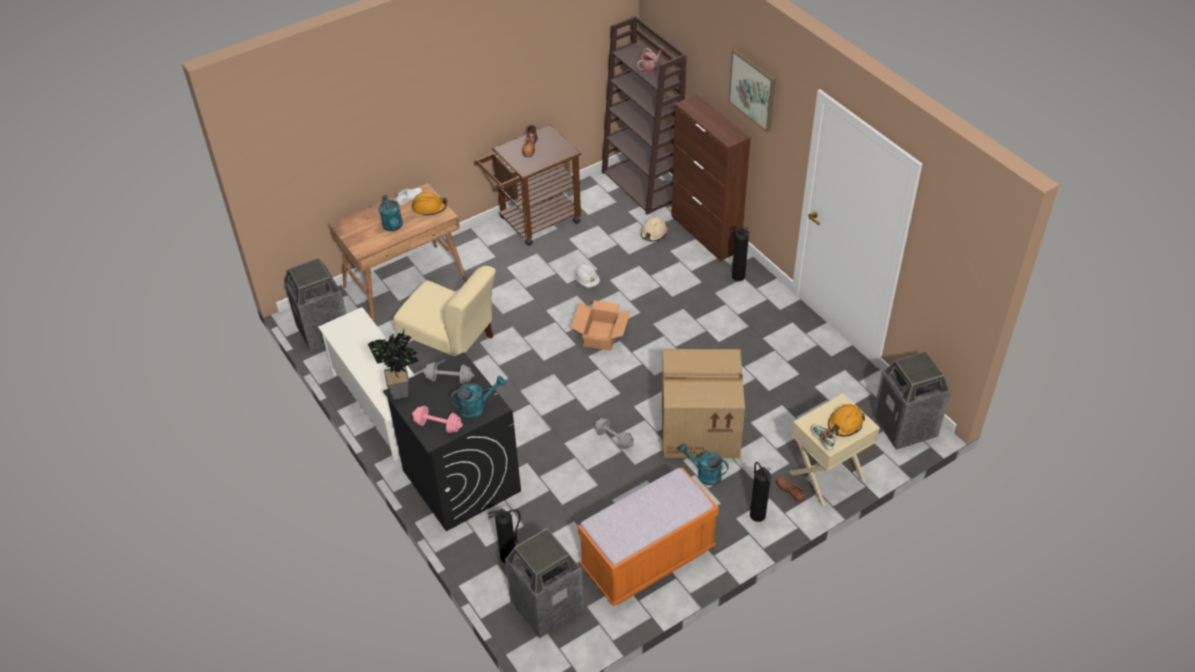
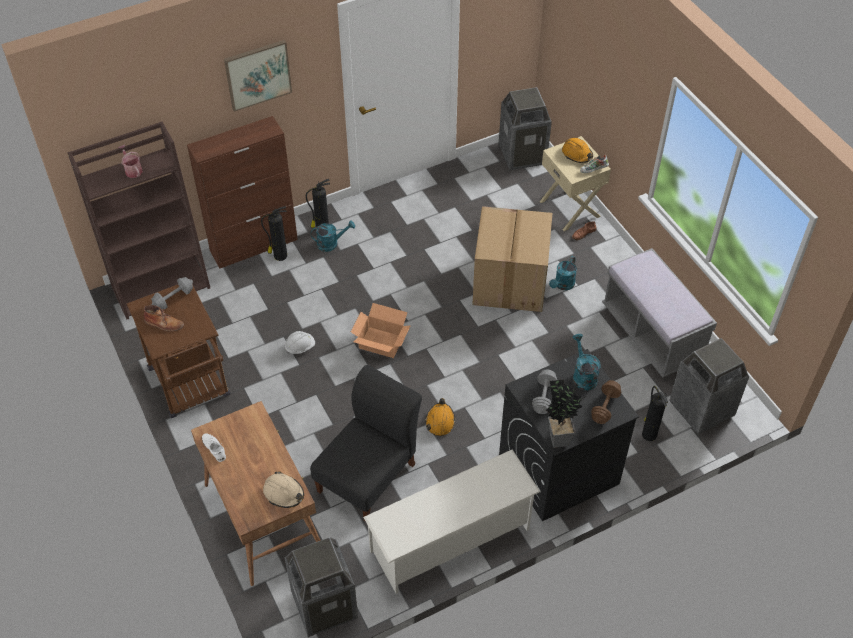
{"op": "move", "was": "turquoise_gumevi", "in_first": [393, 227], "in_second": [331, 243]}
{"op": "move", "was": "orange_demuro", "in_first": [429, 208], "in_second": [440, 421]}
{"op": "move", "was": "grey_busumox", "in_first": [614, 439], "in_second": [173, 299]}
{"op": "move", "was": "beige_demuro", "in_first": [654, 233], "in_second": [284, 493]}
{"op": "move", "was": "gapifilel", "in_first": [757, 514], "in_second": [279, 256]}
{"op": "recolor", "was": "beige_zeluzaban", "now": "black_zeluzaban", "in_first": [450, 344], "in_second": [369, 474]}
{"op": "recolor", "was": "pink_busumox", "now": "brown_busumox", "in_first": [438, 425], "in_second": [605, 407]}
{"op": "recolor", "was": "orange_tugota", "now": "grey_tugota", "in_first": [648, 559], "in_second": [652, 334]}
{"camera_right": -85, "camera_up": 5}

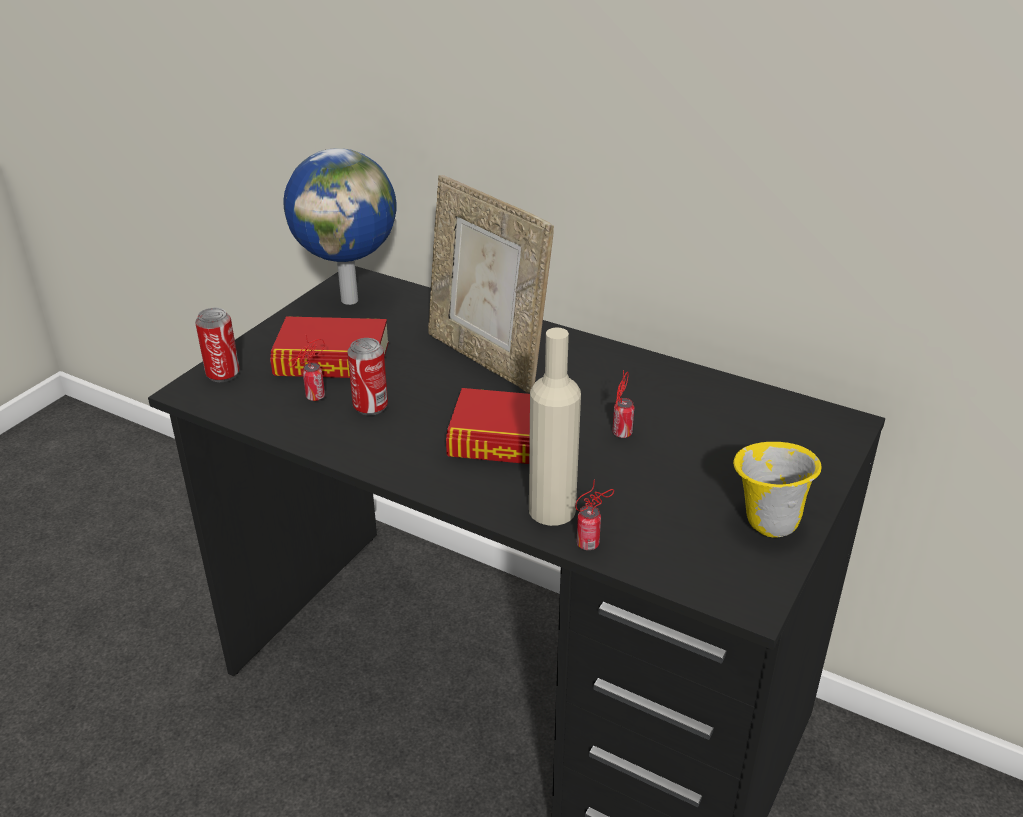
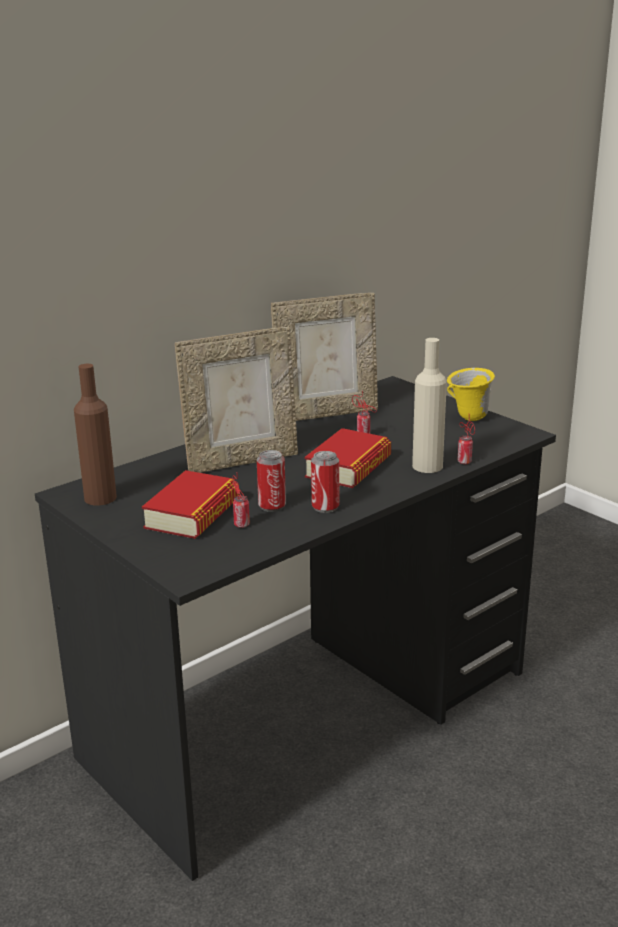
{"op": "insert", "now": "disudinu", "in_second": [326, 413]}
{"op": "move", "was": "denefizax", "in_first": [223, 374], "in_second": [325, 507]}
{"op": "replace", "was": "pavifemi", "now": "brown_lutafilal", "in_first": [350, 299], "in_second": [100, 498]}
{"camera_right": -70, "camera_up": -10}

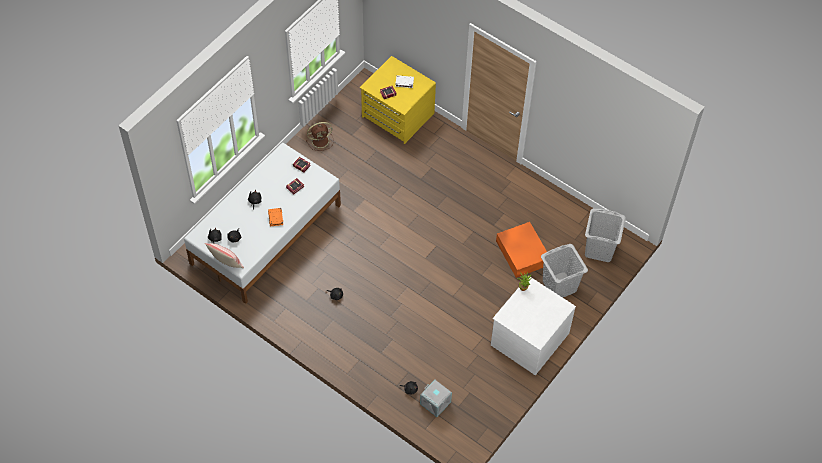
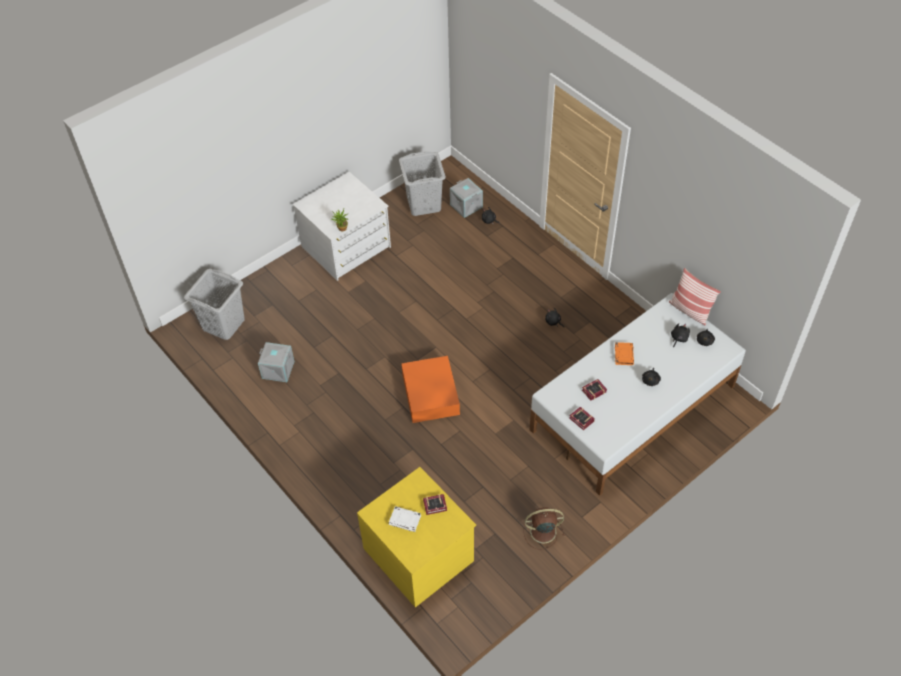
{"op": "insert", "now": "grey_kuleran", "in_second": [277, 370]}
{"op": "move", "was": "orange_kuleran", "in_first": [522, 252], "in_second": [430, 395]}
{"op": "move", "was": "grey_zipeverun", "in_first": [559, 286], "in_second": [424, 204]}
{"camera_right": -165, "camera_up": -5}

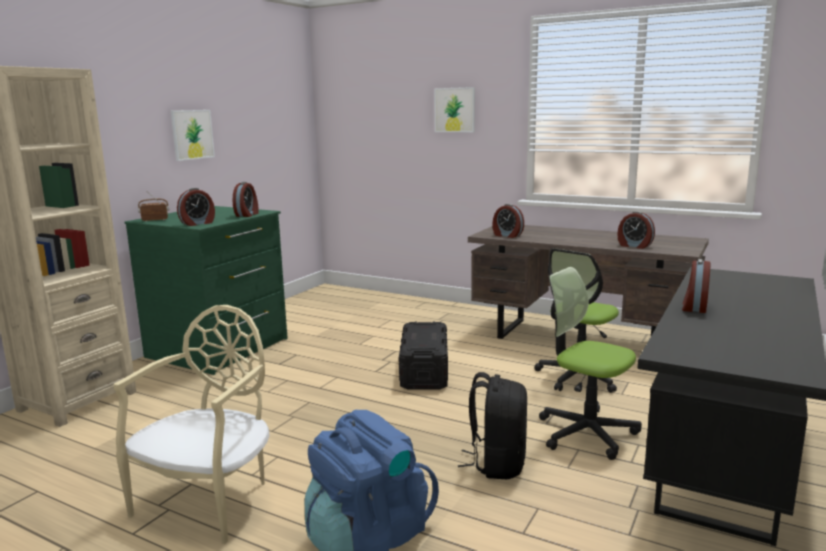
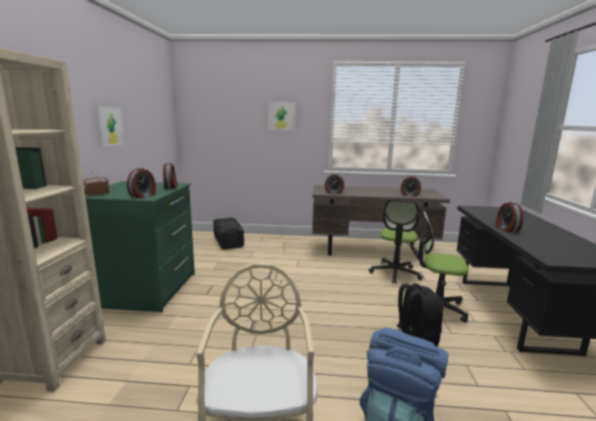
{"op": "move", "was": "black_kuleran", "in_first": [424, 371], "in_second": [228, 241]}
{"camera_right": -25, "camera_up": 0}

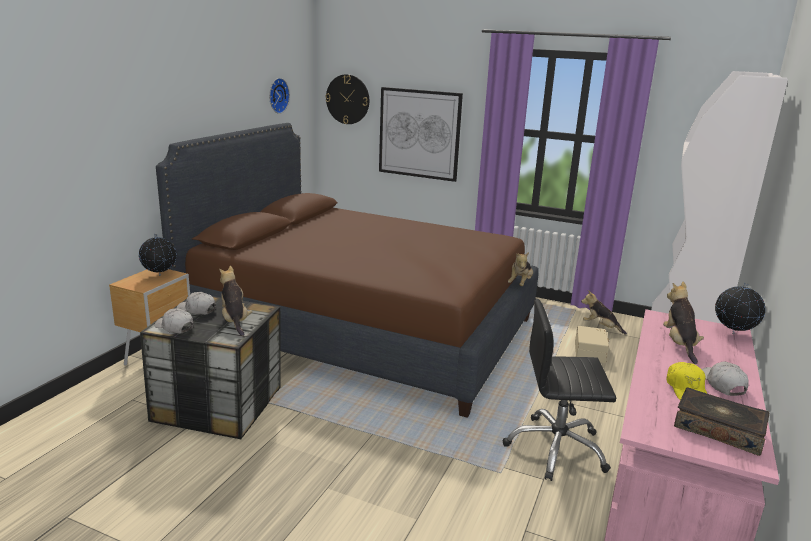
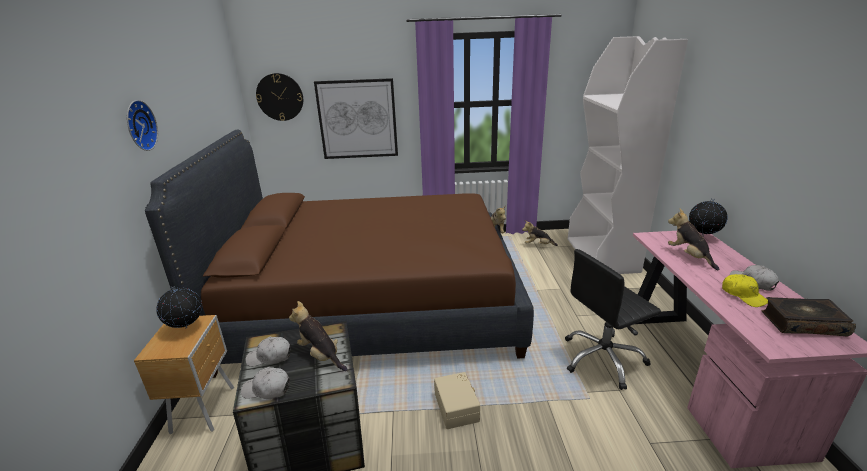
{"op": "move", "was": "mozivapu", "in_first": [277, 95], "in_second": [138, 125]}
{"op": "move", "was": "beige_kuleran", "in_first": [591, 352], "in_second": [457, 407]}
{"camera_right": -25, "camera_up": 5}

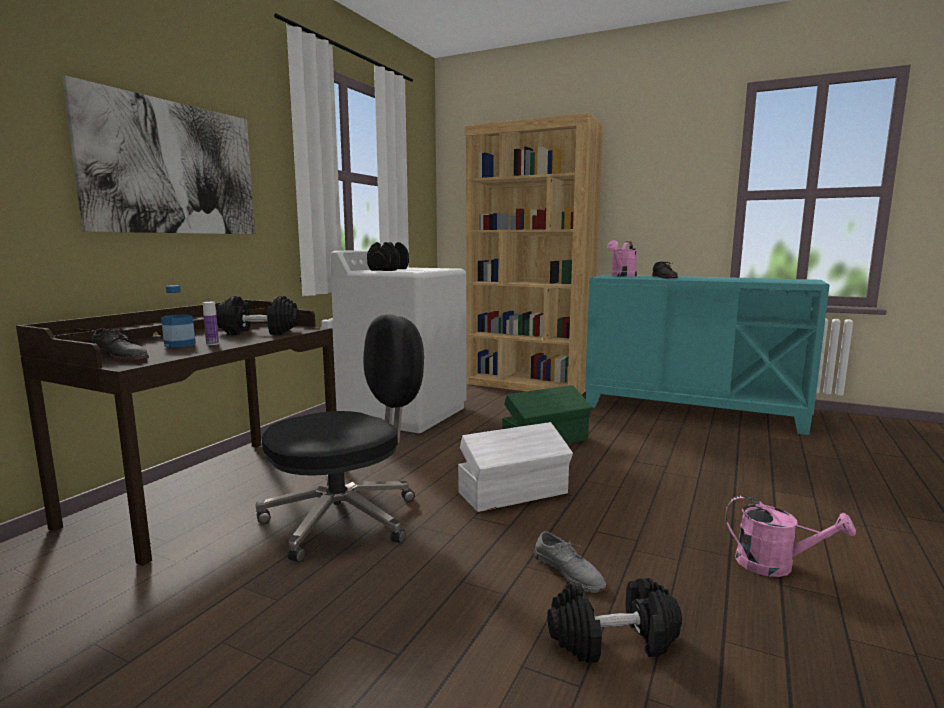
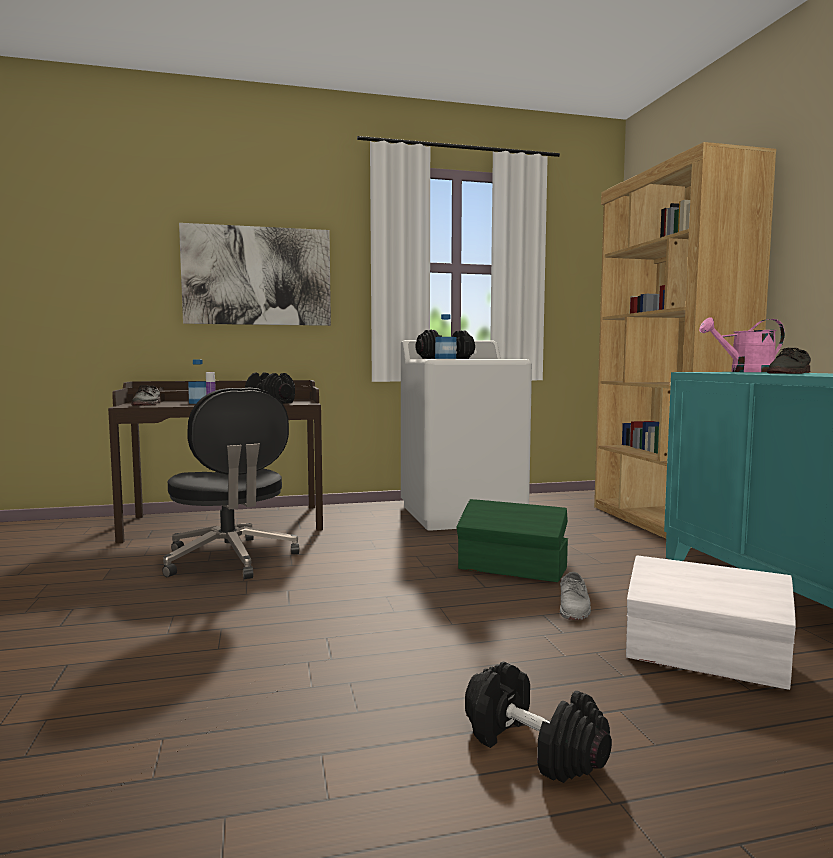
{"op": "delete", "was": "pink_gumevi", "in_first": [775, 565]}
{"op": "insert", "now": "lutafilal", "in_second": [445, 358]}
{"op": "move", "was": "white_kuleran", "in_first": [514, 493], "in_second": [706, 660]}
{"op": "move", "was": "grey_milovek", "in_first": [569, 571], "in_second": [574, 606]}
{"op": "move", "was": "black_busumox", "in_first": [612, 641], "in_second": [532, 747]}
{"op": "rotate", "was": "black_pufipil", "in_first": [345, 518], "in_second": [230, 559], "clockwise": 45}
{"camera_right": 50, "camera_up": -5}

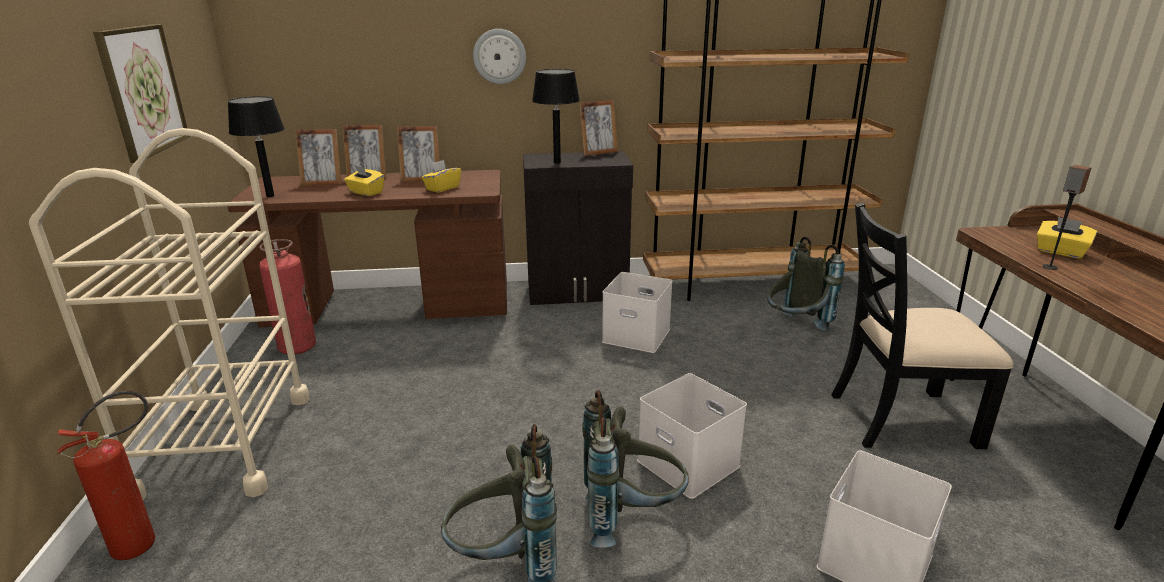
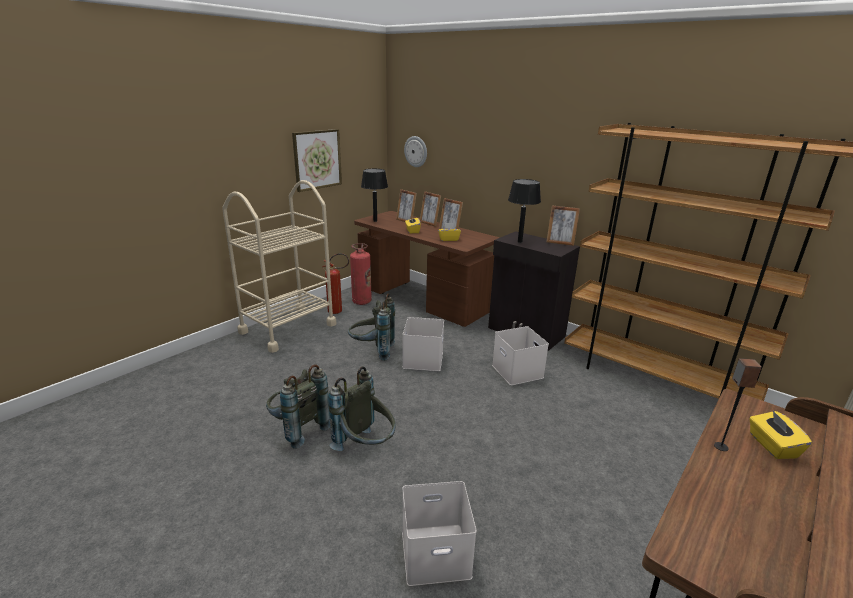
{"op": "delete", "was": "black_zeluzaban", "in_first": [901, 418]}
{"op": "move", "was": "gapifilel", "in_first": [145, 542], "in_second": [338, 311]}
{"op": "move", "was": "mozivapu", "in_first": [499, 56], "in_second": [416, 151]}
{"op": "move", "was": "white_kuleran", "in_first": [690, 463], "in_second": [424, 360]}
{"op": "move", "was": "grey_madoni", "in_first": [795, 328], "in_second": [372, 351]}
{"camera_right": 45, "camera_up": 0}

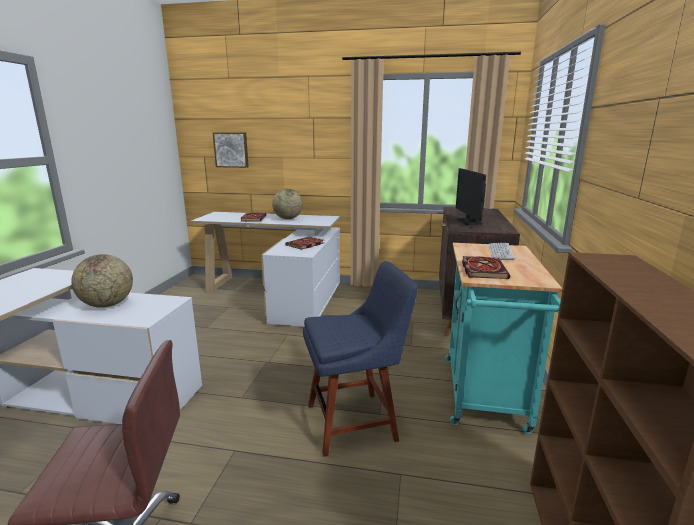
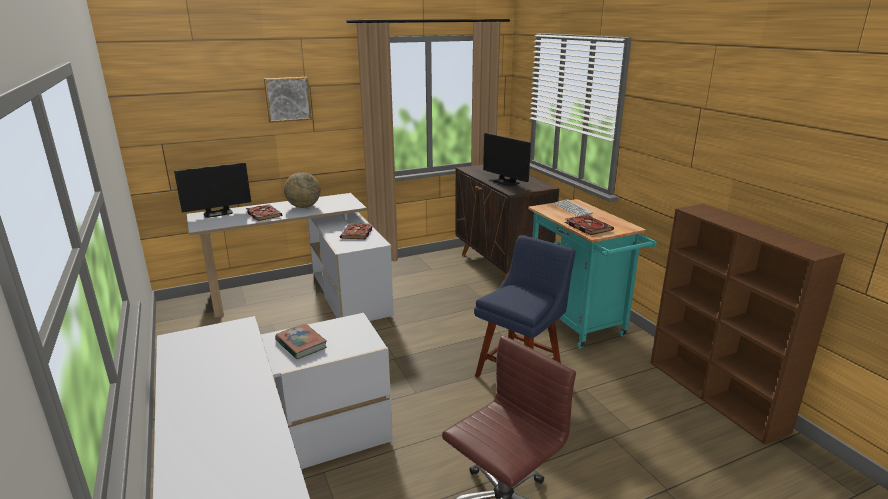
{"op": "insert", "now": "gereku", "in_second": [218, 213]}
{"op": "move", "was": "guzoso", "in_first": [231, 150], "in_second": [287, 99]}
{"op": "replace", "was": "pavifemi", "now": "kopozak", "in_first": [107, 305], "in_second": [301, 344]}
{"camera_right": -35, "camera_up": 5}

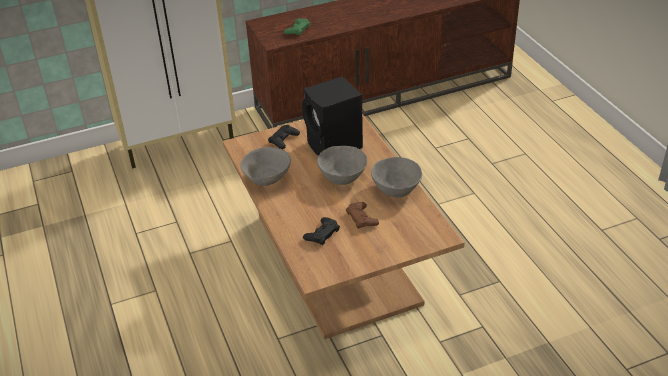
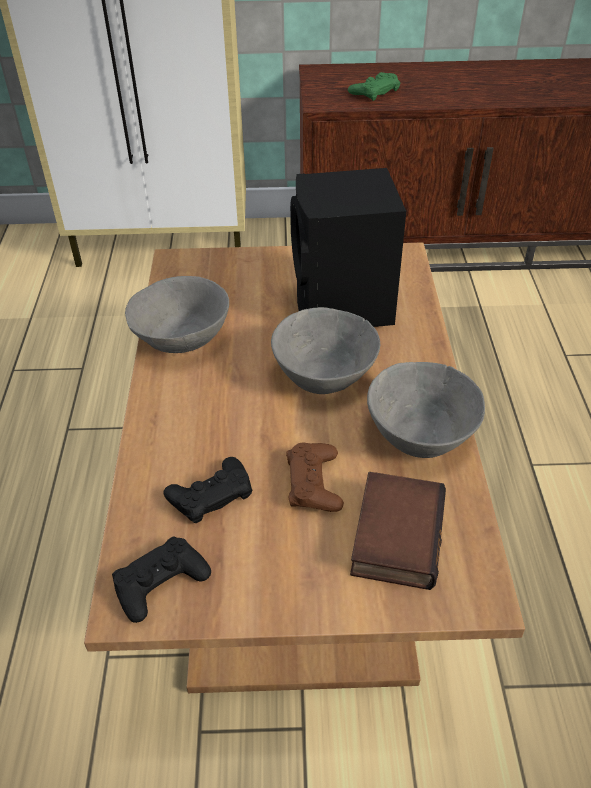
{"op": "insert", "now": "kopozak", "in_second": [394, 534]}
{"op": "move", "was": "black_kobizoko", "in_first": [283, 139], "in_second": [160, 582]}
{"camera_right": 20, "camera_up": 5}

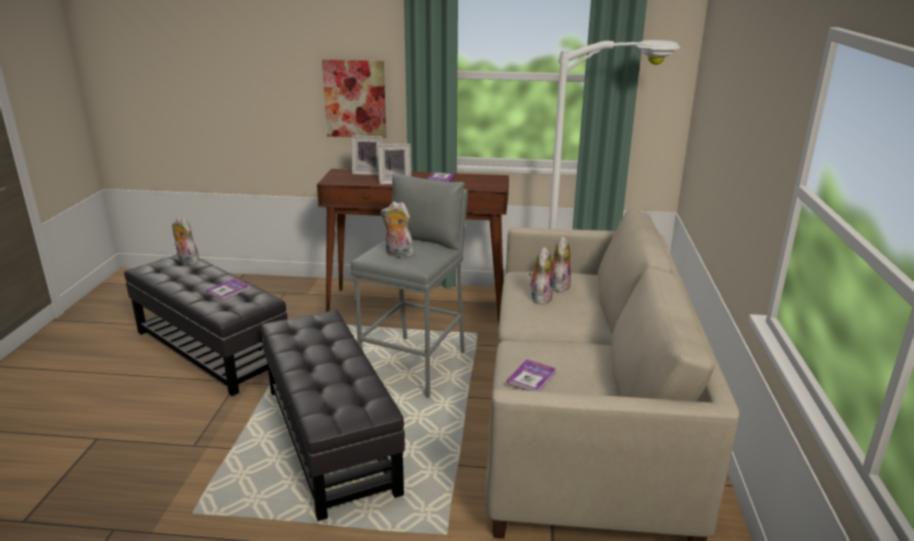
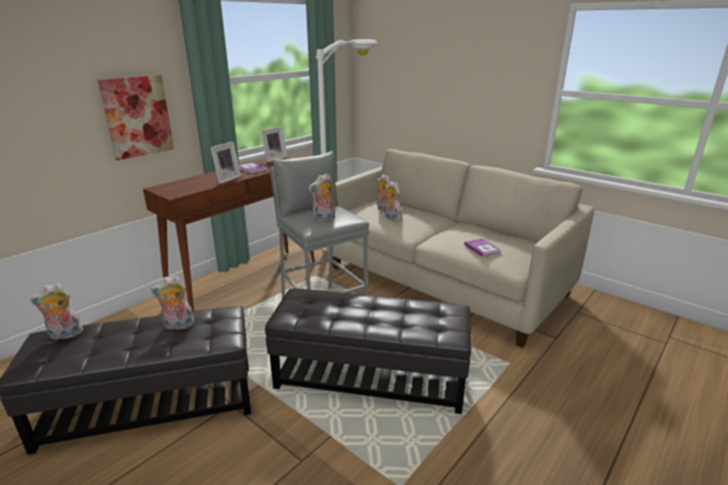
{"op": "move", "was": "disudinu", "in_first": [368, 173], "in_second": [274, 159]}
{"op": "replace", "was": "kopozak", "now": "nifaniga", "in_first": [229, 290], "in_second": [178, 326]}
{"camera_right": -55, "camera_up": 0}

